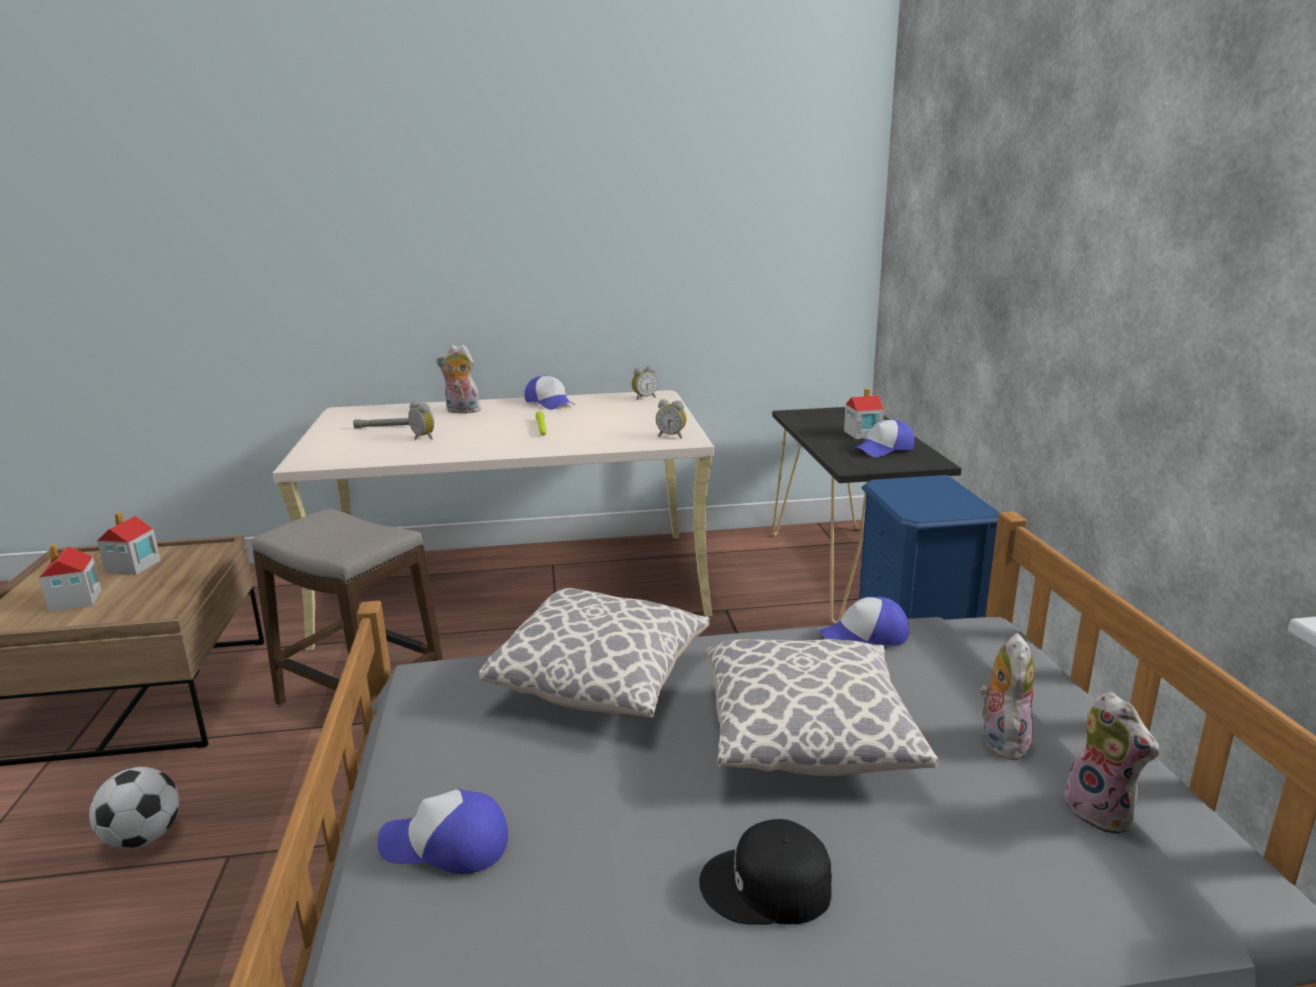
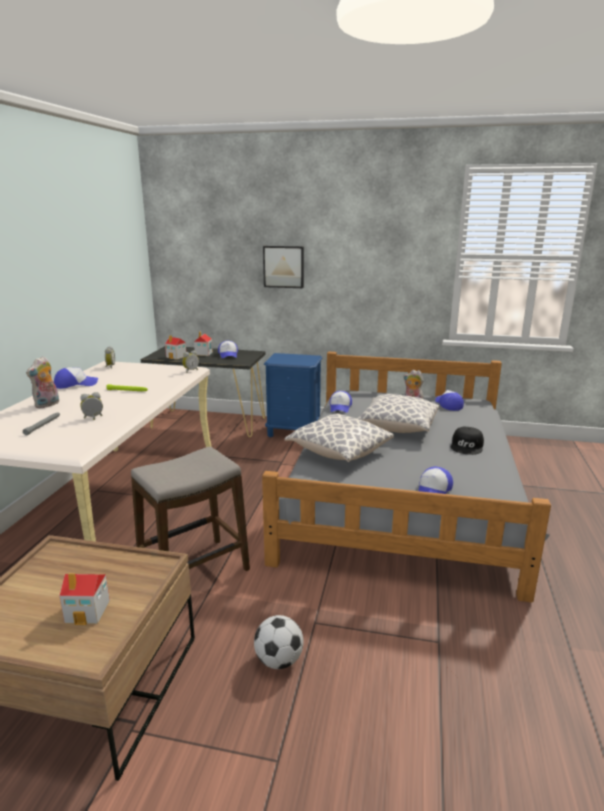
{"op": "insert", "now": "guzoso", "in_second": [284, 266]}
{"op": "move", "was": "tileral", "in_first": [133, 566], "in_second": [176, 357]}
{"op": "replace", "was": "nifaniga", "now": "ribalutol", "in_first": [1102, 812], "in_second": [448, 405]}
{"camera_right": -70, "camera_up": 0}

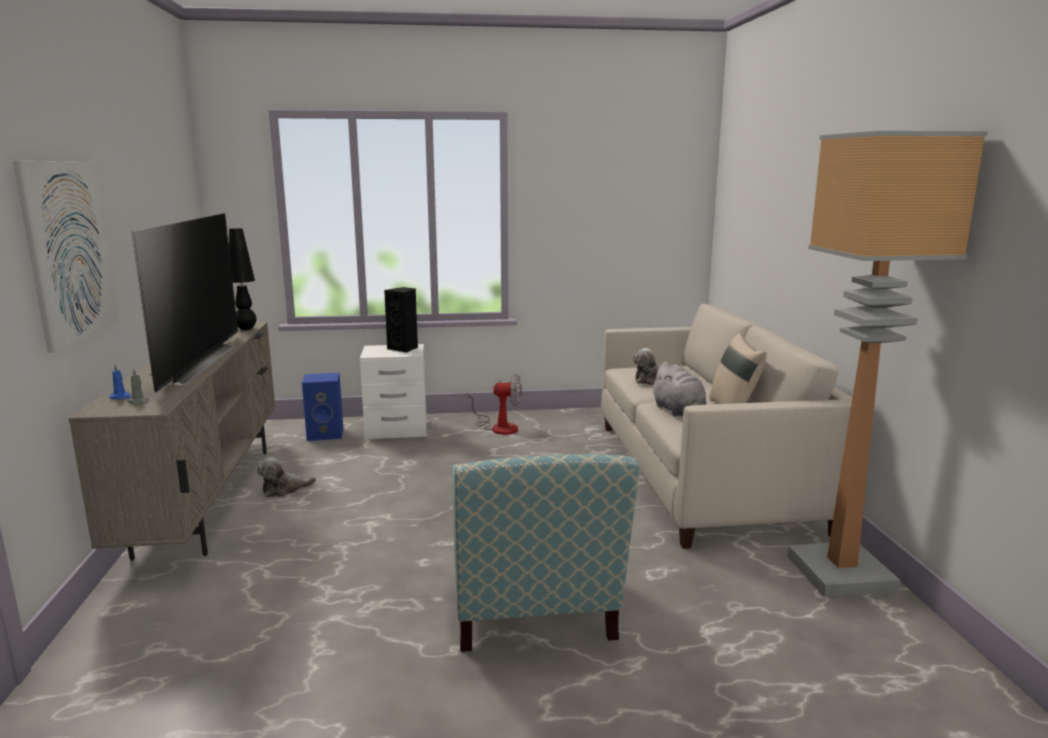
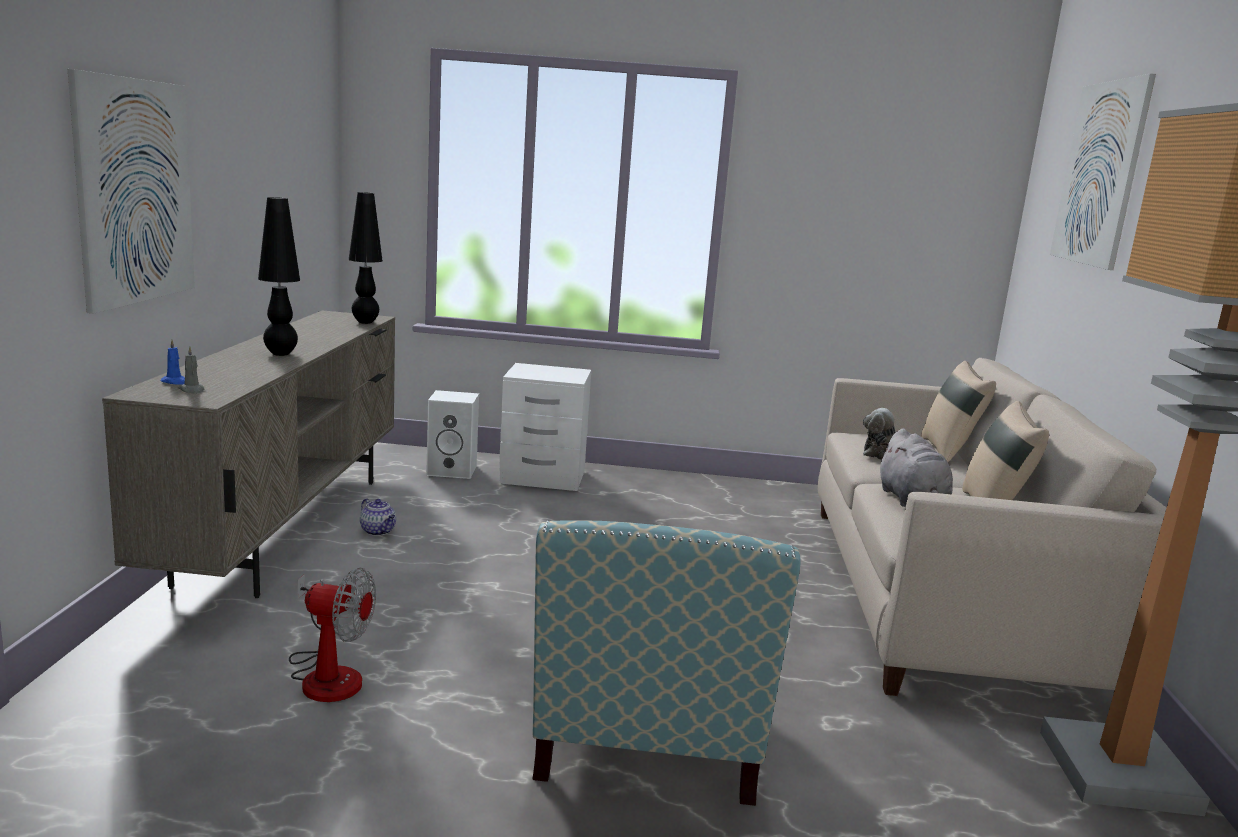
{"op": "delete", "was": "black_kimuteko", "in_first": [404, 348]}
{"op": "insert", "now": "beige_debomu", "in_second": [949, 452]}
{"op": "insert", "now": "guzoso", "in_second": [1100, 173]}
{"op": "move", "was": "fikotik", "in_first": [498, 427], "in_second": [327, 674]}
{"op": "replace", "was": "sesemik", "now": "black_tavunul", "in_first": [193, 363], "in_second": [280, 354]}
{"op": "replace", "was": "nifaniga", "now": "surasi", "in_first": [284, 489], "in_second": [378, 531]}
{"op": "recolor", "was": "blue_kimuteko", "now": "white_kimuteko", "in_first": [326, 434], "in_second": [453, 470]}
{"camera_right": 10, "camera_up": 0}

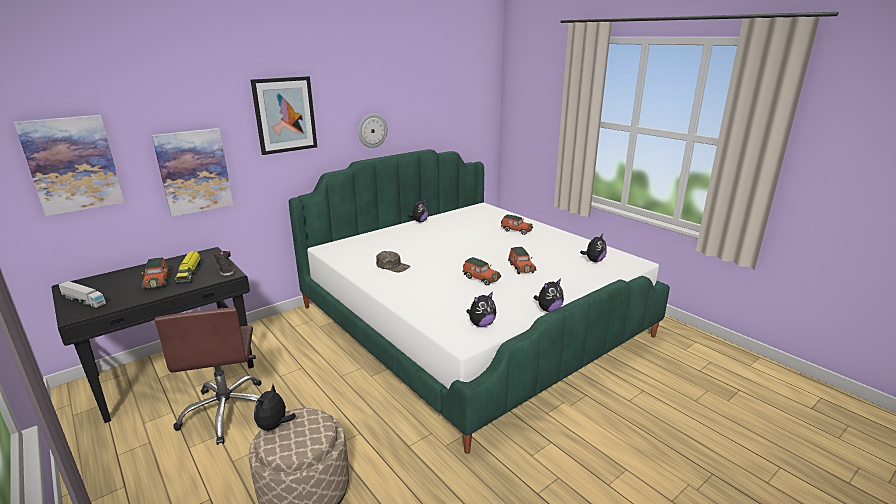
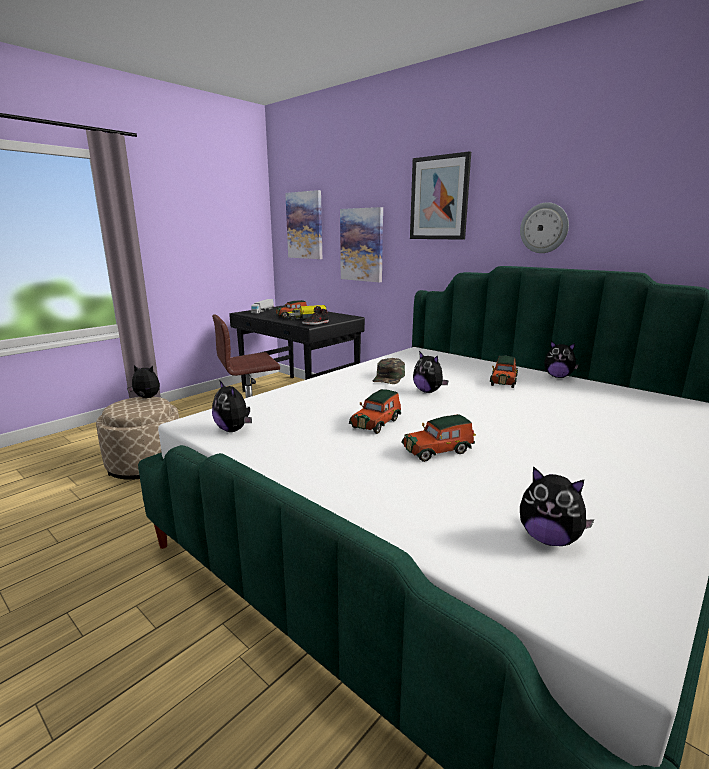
{"op": "move", "was": "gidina", "in_first": [516, 230], "in_second": [503, 381]}
{"op": "move", "was": "nifaniga", "in_first": [548, 310], "in_second": [428, 391]}
{"camera_right": 80, "camera_up": -5}

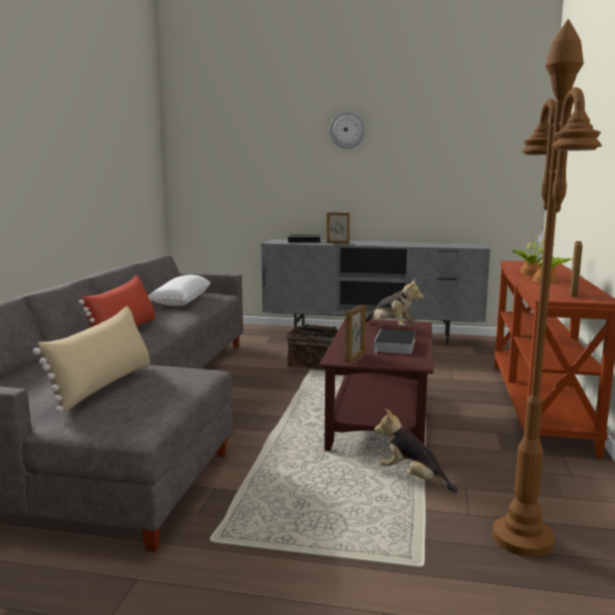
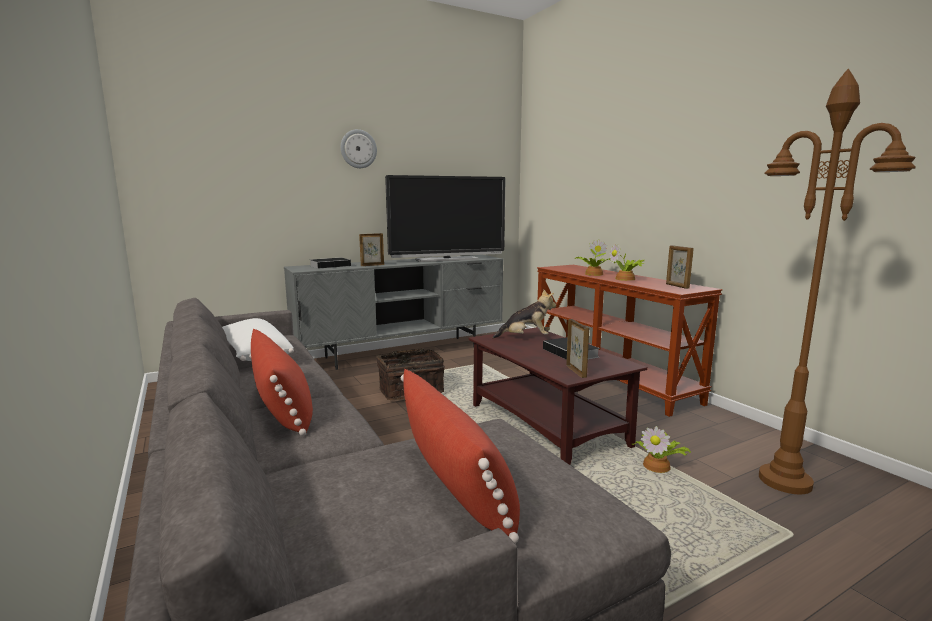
{"op": "insert", "now": "sesemik", "in_second": [447, 259]}
{"op": "replace", "was": "nifaniga", "now": "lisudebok", "in_first": [413, 478], "in_second": [658, 466]}
{"op": "recolor", "was": "beige_debomu", "now": "red_debomu", "in_first": [104, 385], "in_second": [455, 482]}
{"camera_right": -40, "camera_up": 0}

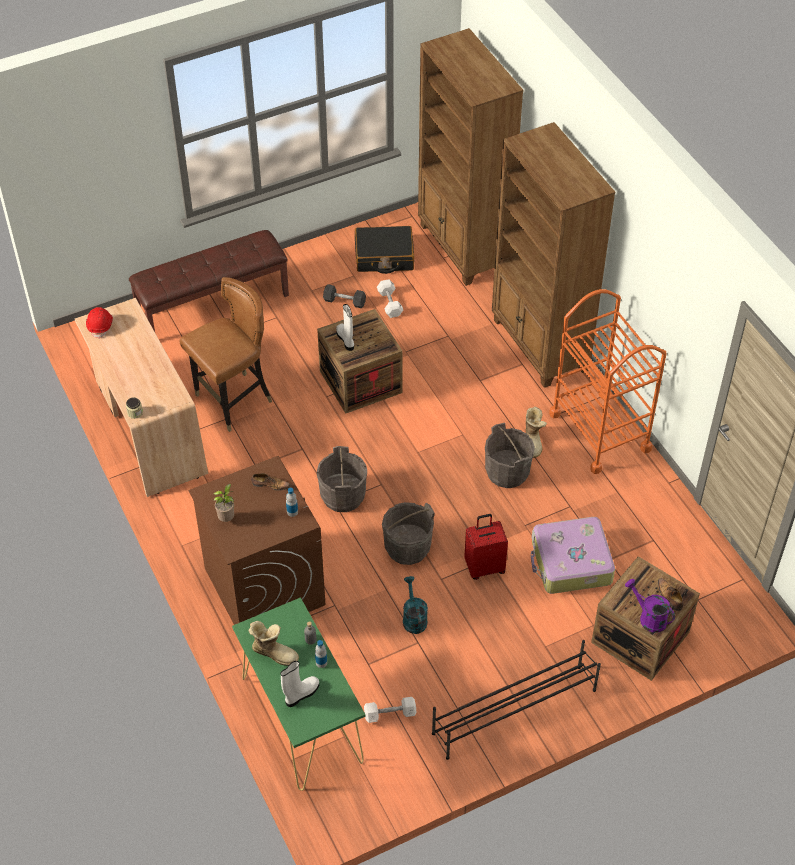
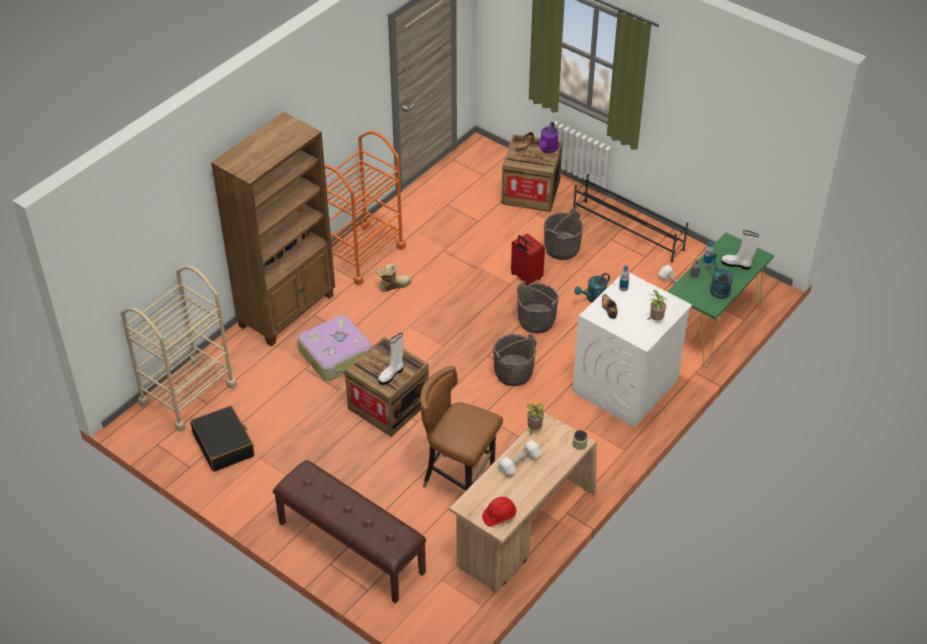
{"op": "delete", "was": "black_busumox", "in_first": [344, 301]}
{"op": "insert", "now": "lisudebok", "in_second": [533, 429]}
{"op": "move", "was": "white_busumox", "in_first": [390, 303], "in_second": [519, 463]}
{"op": "move", "was": "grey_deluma", "in_first": [507, 472], "in_second": [561, 249]}
{"op": "move", "was": "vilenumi", "in_first": [570, 563], "in_second": [336, 355]}
{"op": "replace", "was": "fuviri", "now": "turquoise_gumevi", "in_first": [274, 652], "in_second": [718, 288]}
{"op": "replace", "was": "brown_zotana", "now": "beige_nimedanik", "in_first": [463, 248], "in_second": [188, 394]}
{"op": "recolor", "was": "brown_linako", "now": "white_linako", "in_first": [263, 586], "in_second": [625, 386]}
{"camera_right": -115, "camera_up": -5}

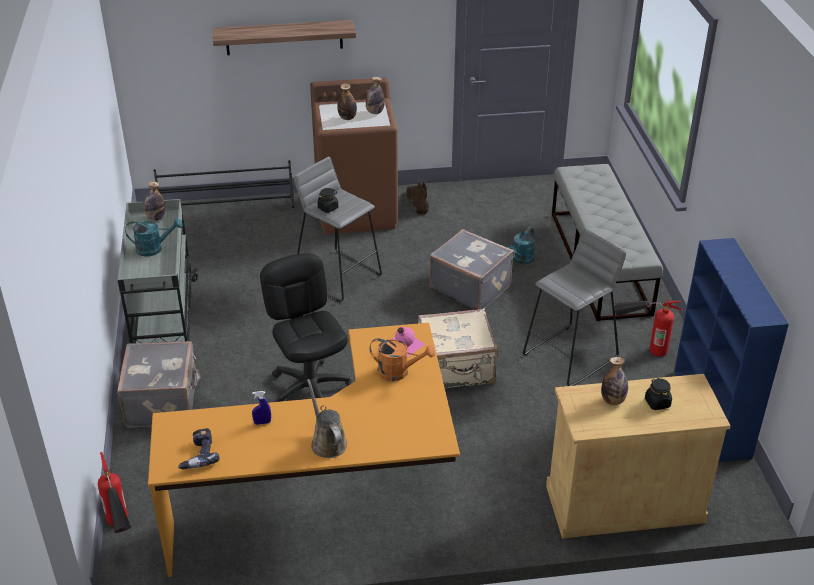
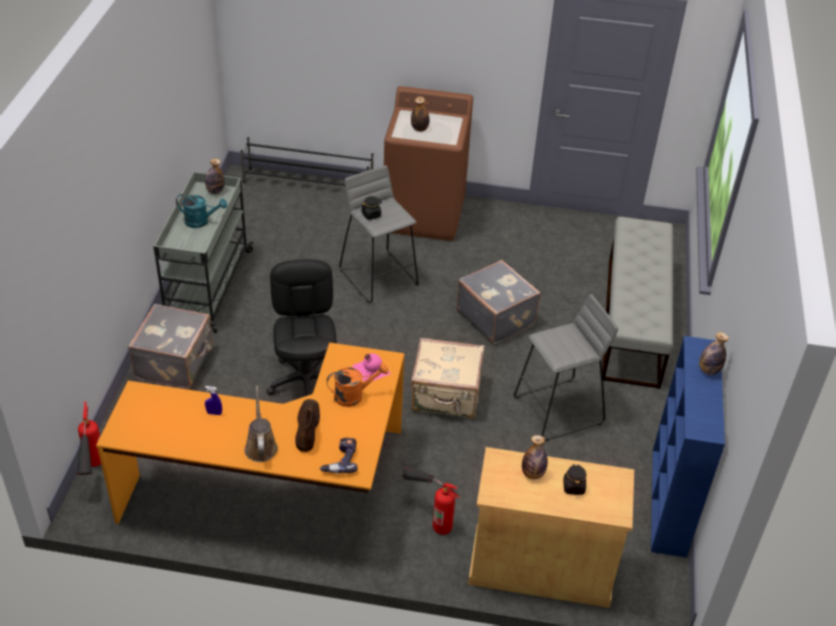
{"op": "delete", "was": "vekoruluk", "in_first": [284, 37]}
{"op": "delete", "was": "turquoise_gumevi", "in_first": [521, 260]}
{"op": "move", "was": "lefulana", "in_first": [198, 455], "in_second": [340, 461]}
{"op": "move", "was": "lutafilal", "in_first": [375, 112], "in_second": [708, 370]}
{"op": "move", "was": "brown_fuviri", "in_first": [417, 202], "in_second": [307, 427]}
{"op": "move", "was": "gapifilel", "in_first": [641, 346], "in_second": [429, 516]}
{"op": "rotate", "was": "orange_gumevi", "in_first": [399, 372], "in_second": [354, 395], "clockwise": -45}
{"camera_right": 15, "camera_up": 5}

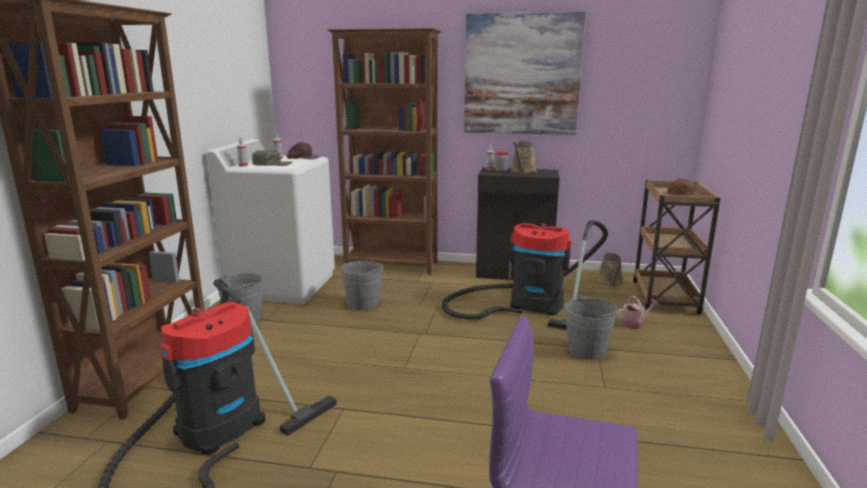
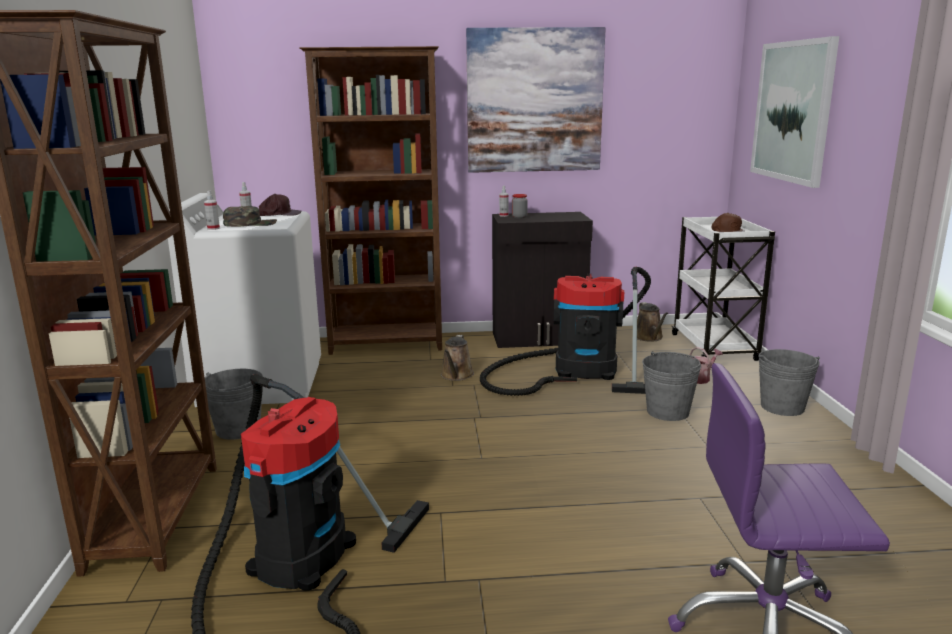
{"op": "insert", "now": "guzoso", "in_second": [792, 111]}
{"op": "move", "was": "grey_deluma", "in_first": [363, 304], "in_second": [782, 407]}
{"op": "move", "was": "brown_gumevi", "in_first": [523, 171], "in_second": [456, 375]}
{"op": "recolor", "was": "brown_nimedanik", "now": "white_nimedanik", "in_first": [665, 298], "in_second": [714, 348]}
{"camera_right": -15, "camera_up": 0}

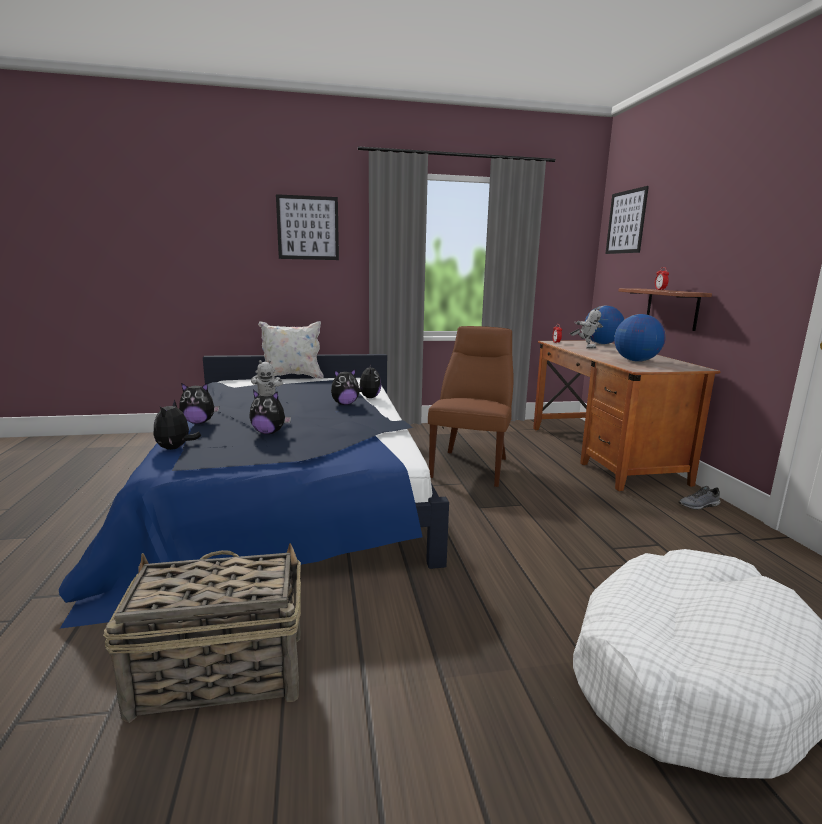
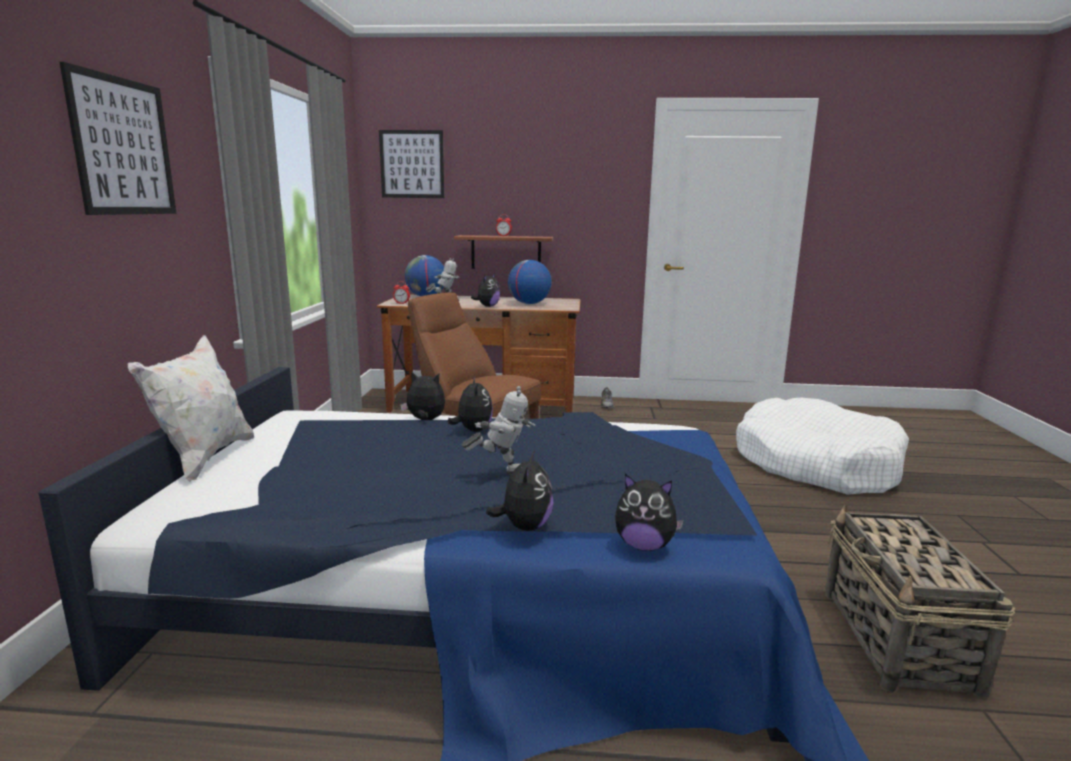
{"op": "move", "was": "nifaniga", "in_first": [269, 433], "in_second": [487, 306]}
{"camera_right": -75, "camera_up": 0}

